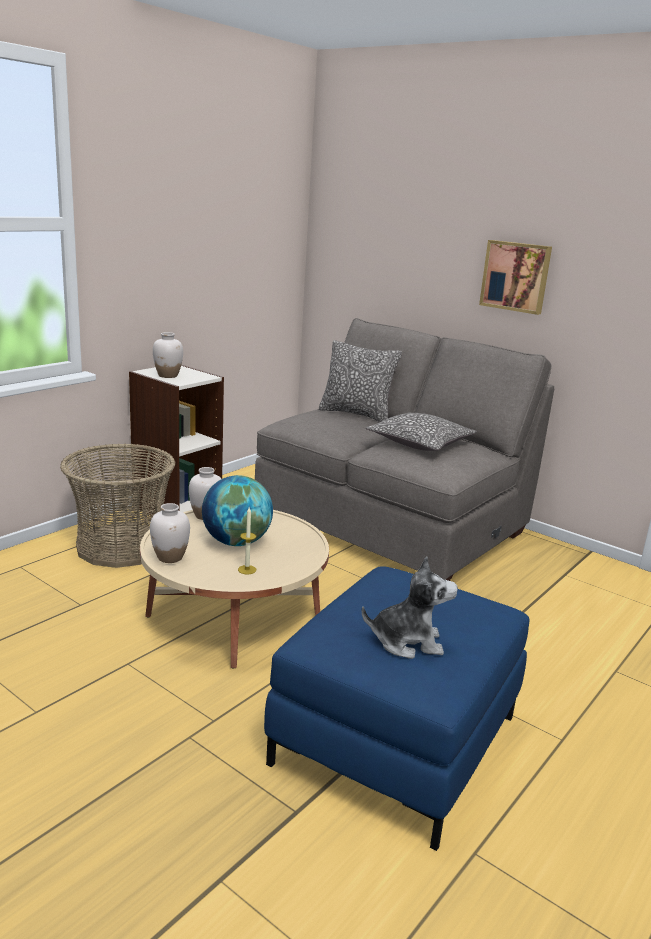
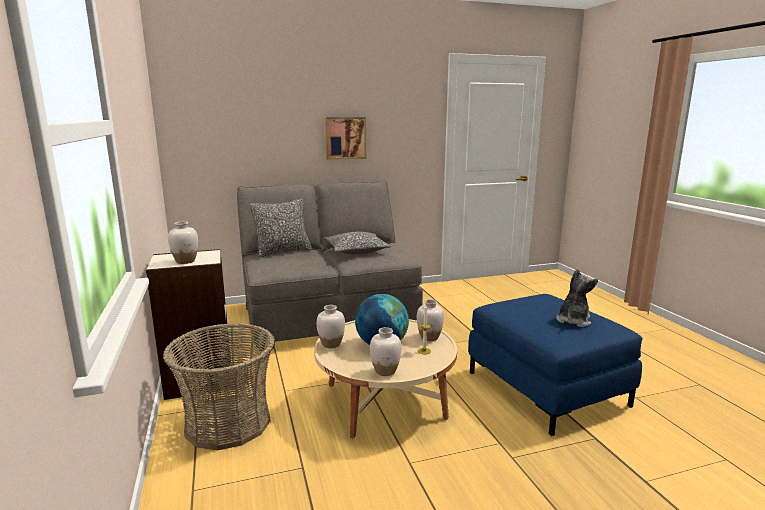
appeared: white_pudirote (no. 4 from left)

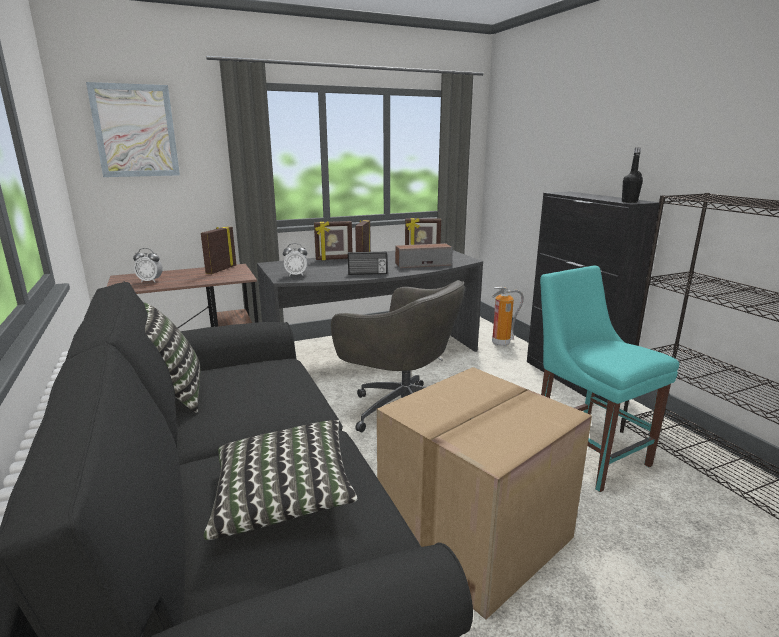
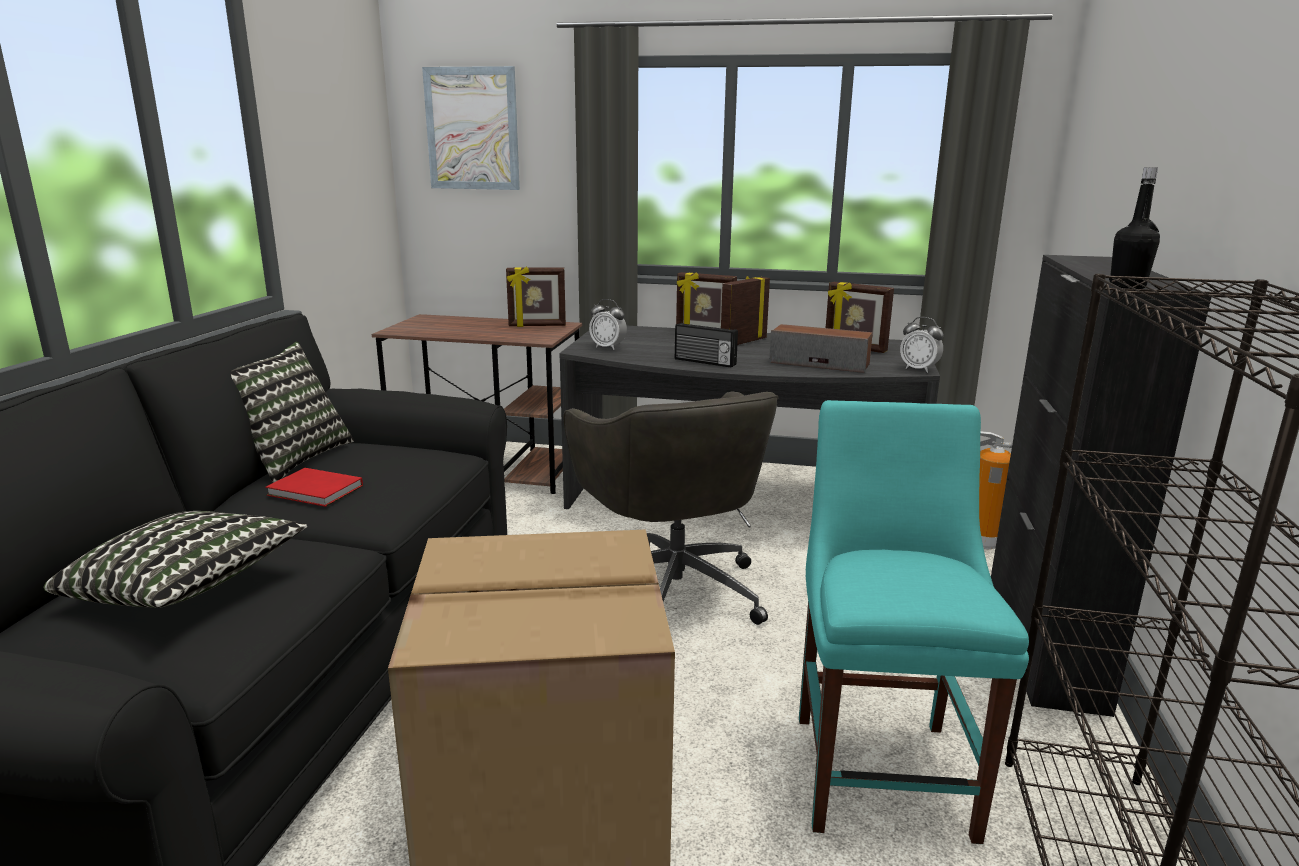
appeared: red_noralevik
relocated: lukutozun (no. 1 from left in the first image) to lukutozun (no. 2 from left)
spun: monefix (no. 1 from left) 150 degrees counterclockwise

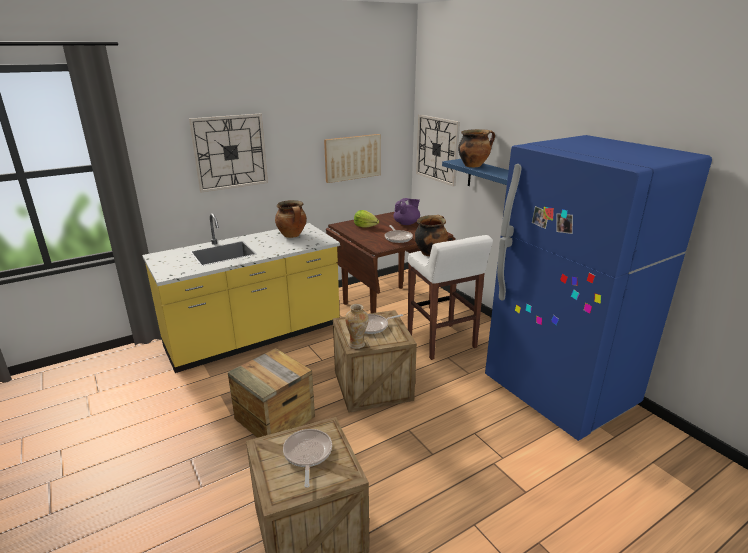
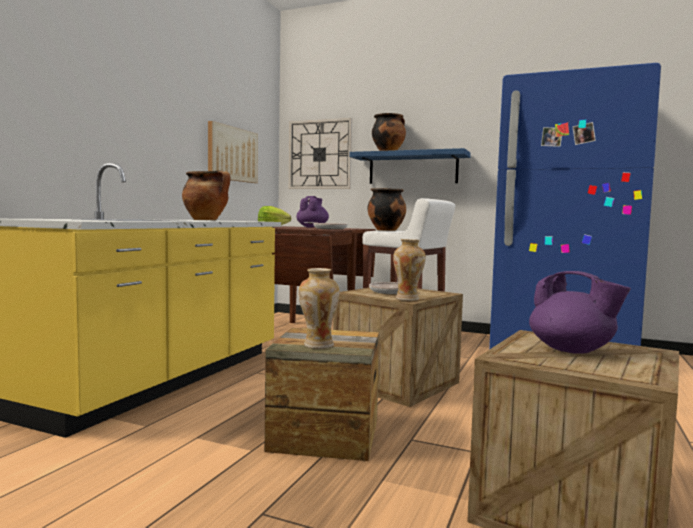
missing: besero (no. 1 from left)
appeared: pudirote (no. 1 from left)
exchanged: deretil (no. 1 from left) to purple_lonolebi (no. 2 from left)

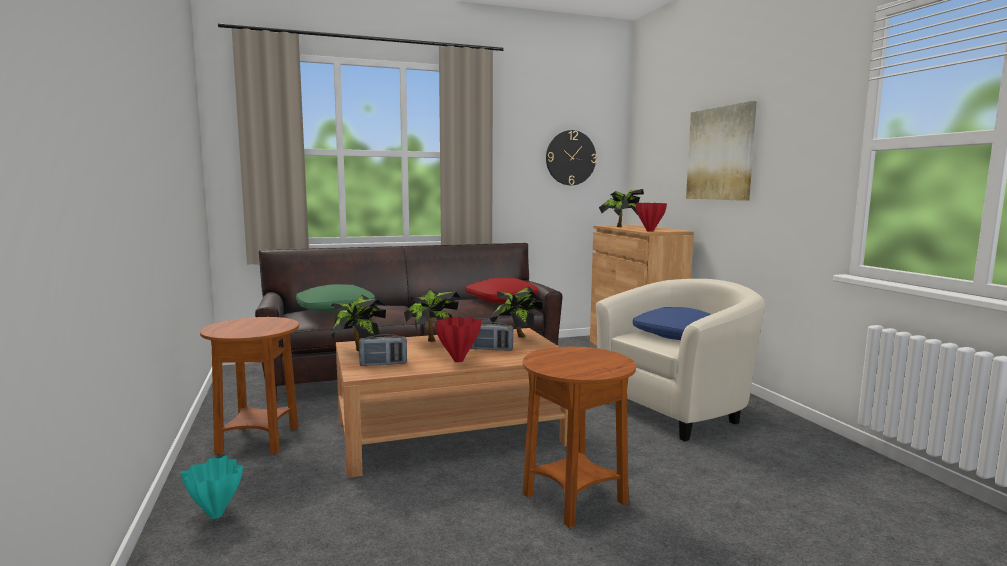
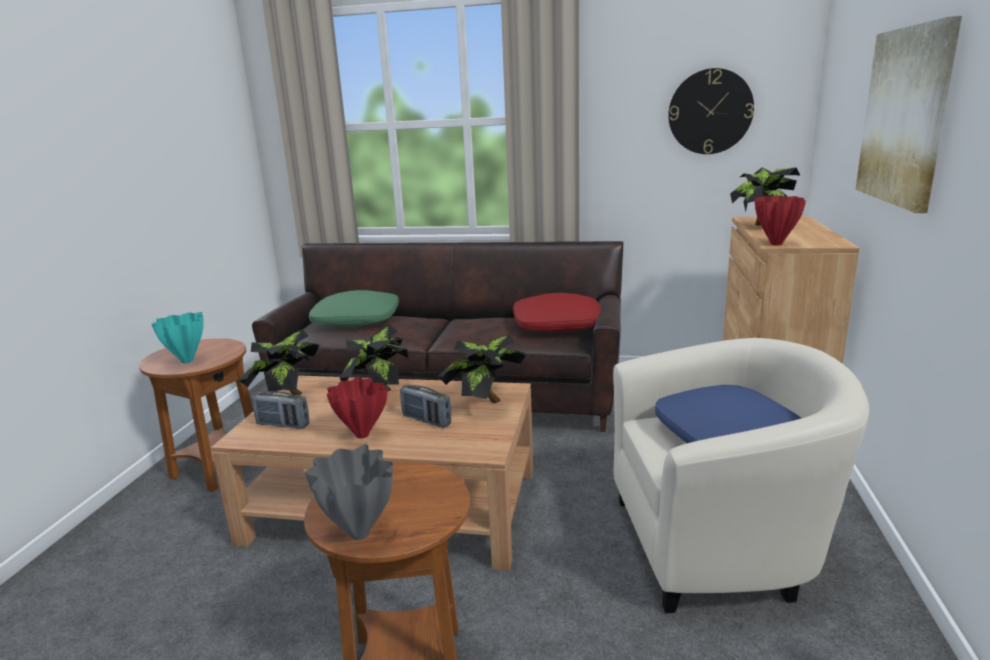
appeared: grey_pudirote
relocated: turquoise_pudirote

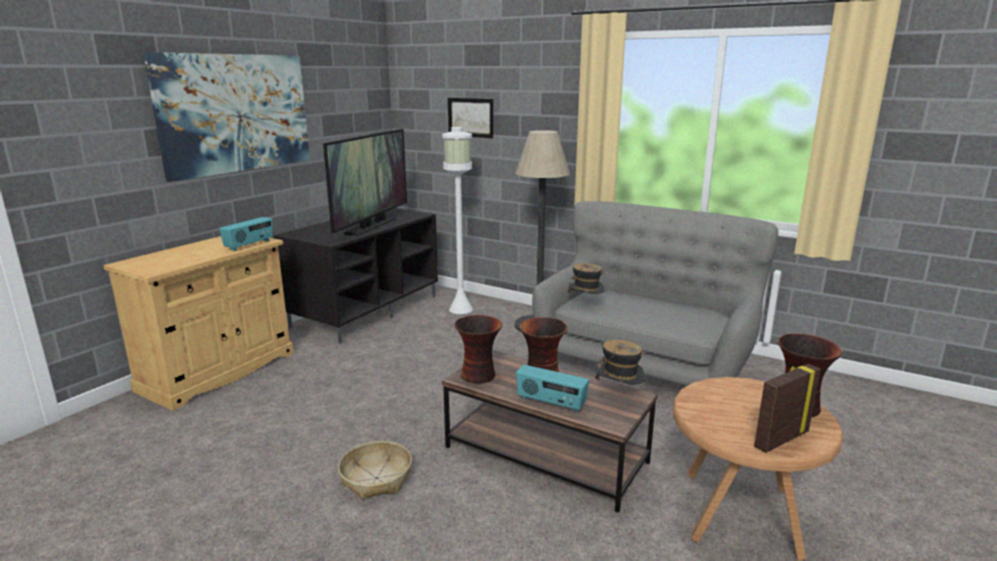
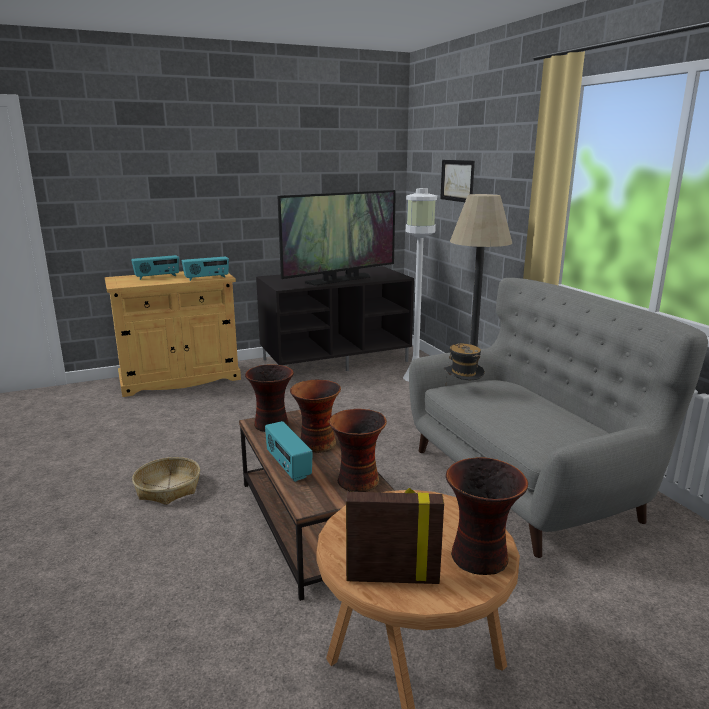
missing: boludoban (no. 1 from left)
appeared: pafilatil (no. 1 from left)
exchanged: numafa (no. 2 from left) to pudirote (no. 3 from left)

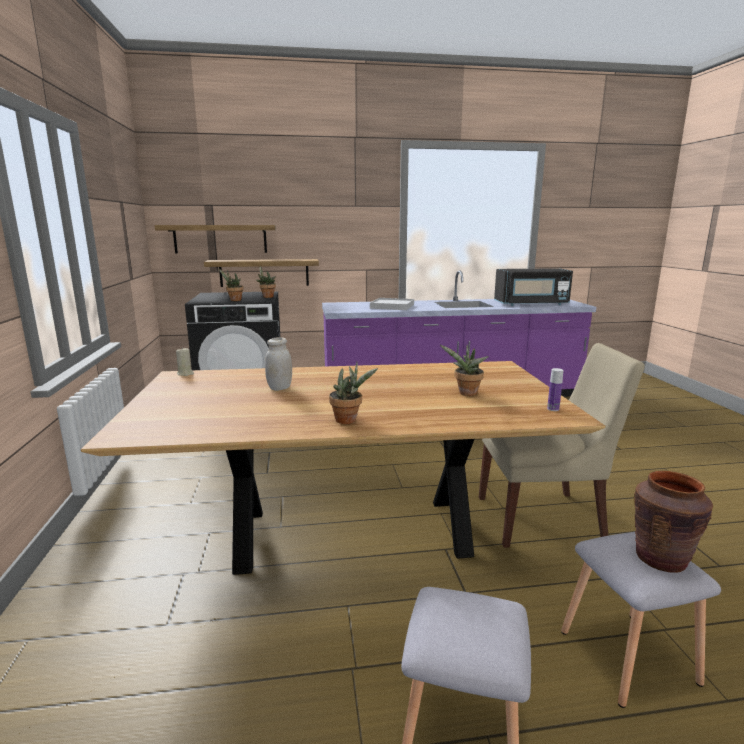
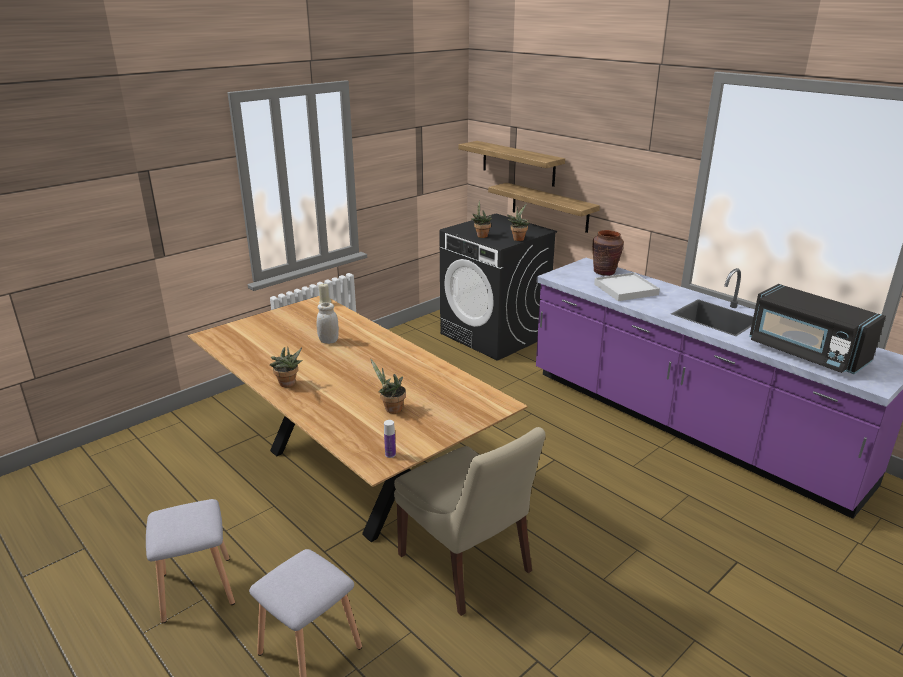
relocated: brown_pudirote

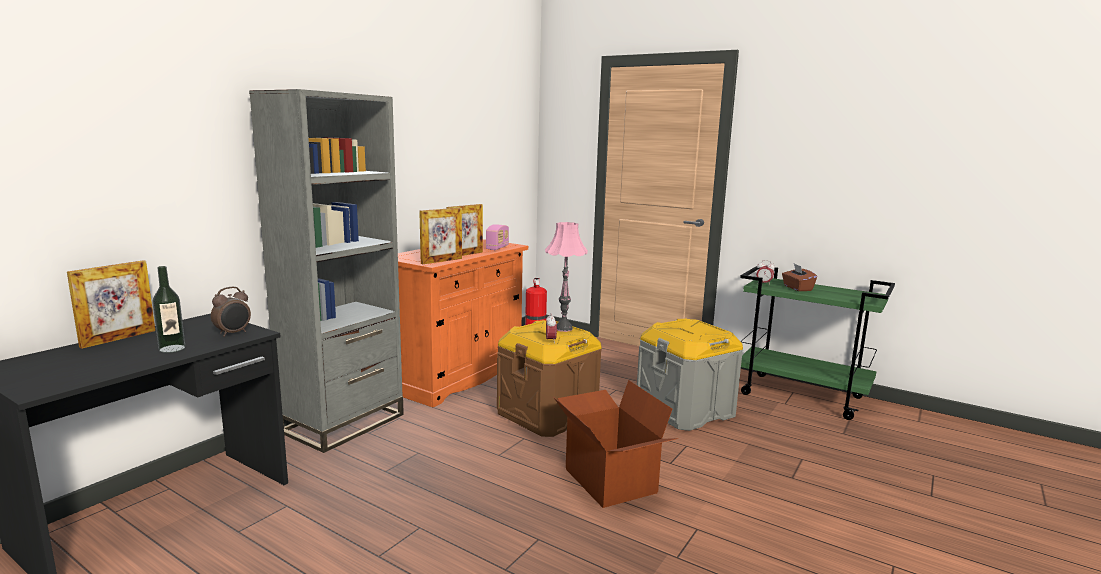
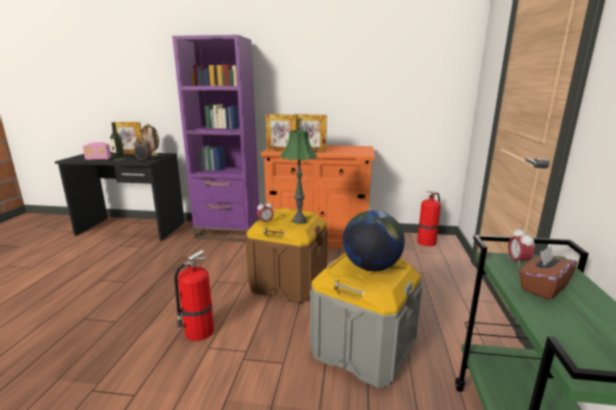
appeared: monefix (no. 2 from left); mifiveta
relocated: pafilatil
exchanged: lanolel to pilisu (no. 1 from left)
colour: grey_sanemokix to purple_sanemokix; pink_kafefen to green_kafefen

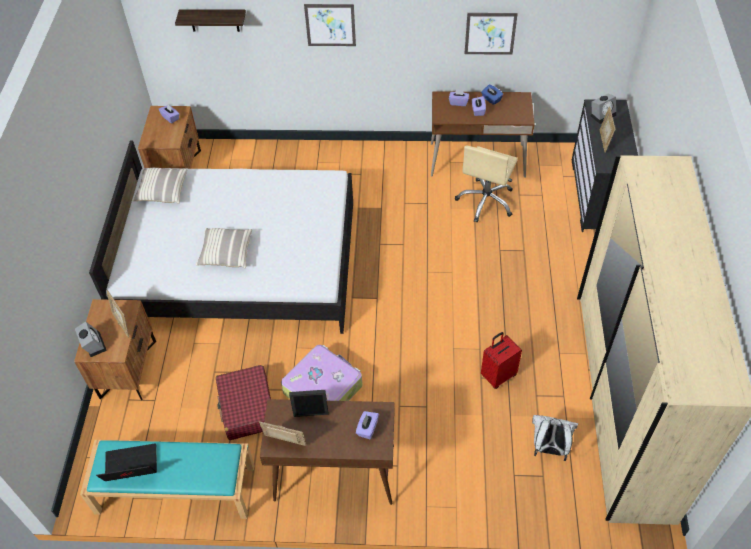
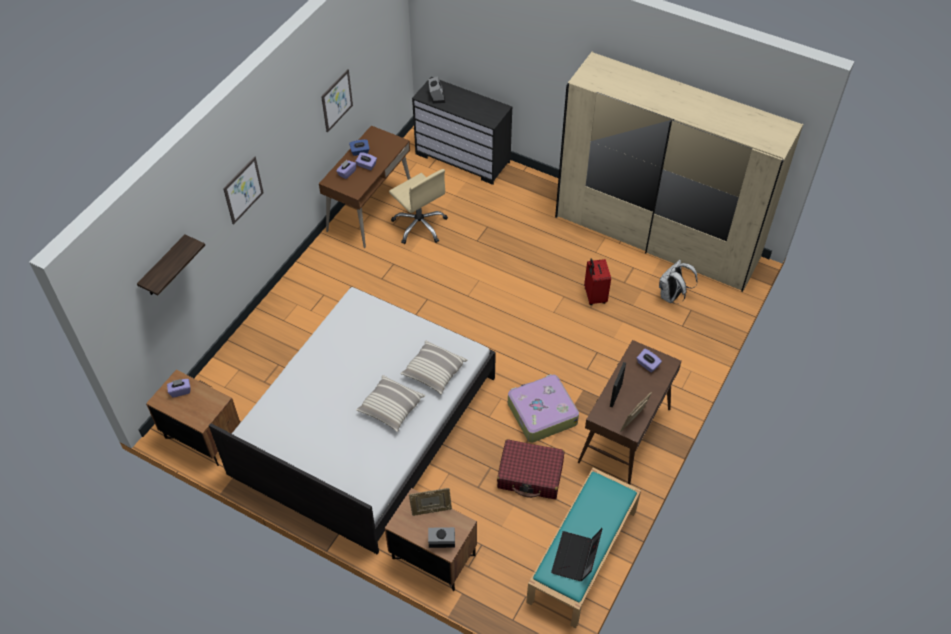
missing: monefix (no. 4 from left)
relocated: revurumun (no. 1 from left in the first image) to revurumun (no. 2 from left)

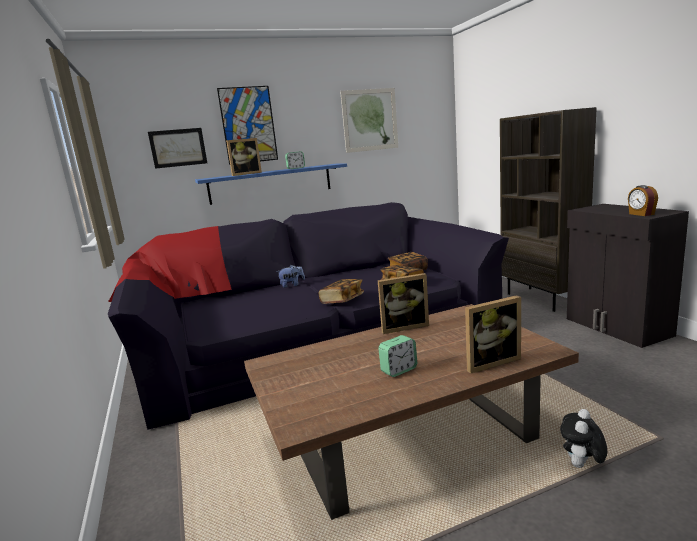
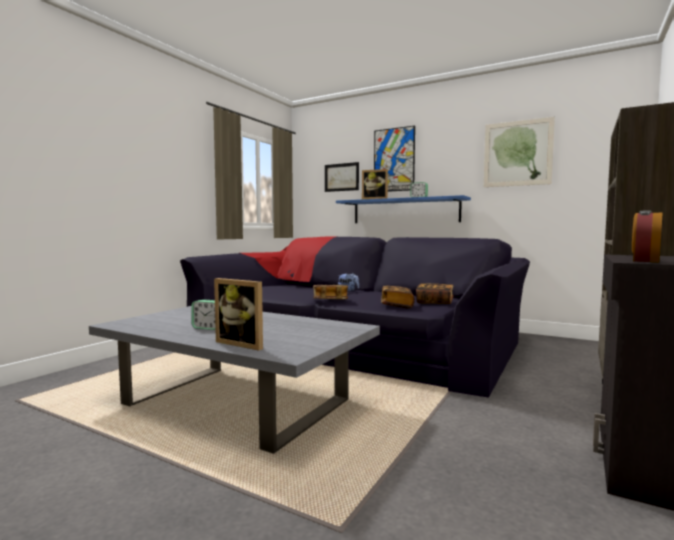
missing: monefix (no. 2 from left); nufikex (no. 2 from left)
colour: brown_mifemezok to grey_mifemezok

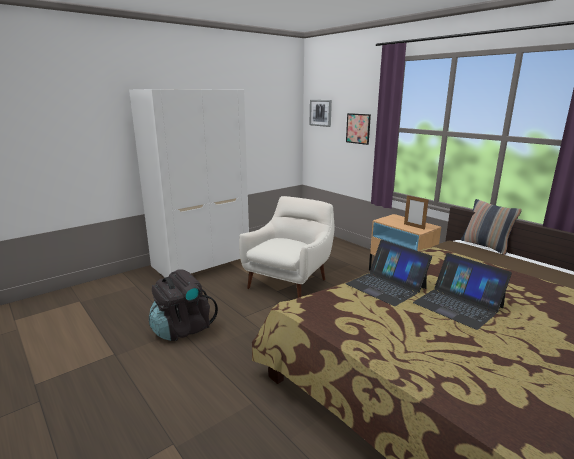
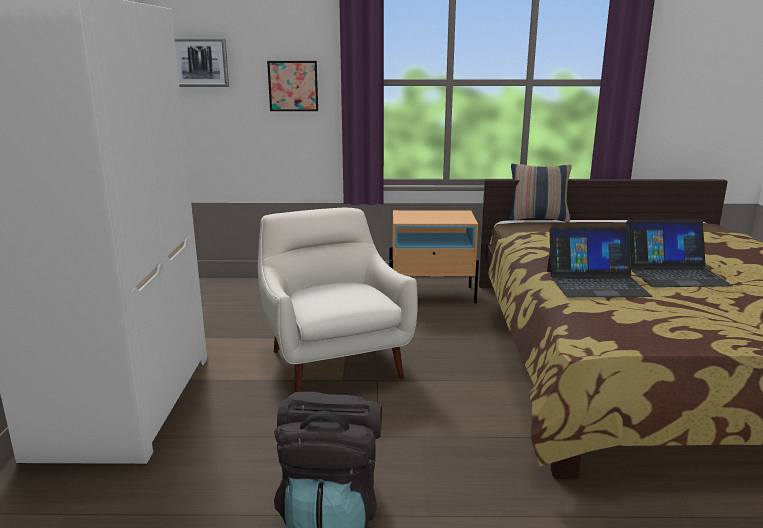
missing: monefix

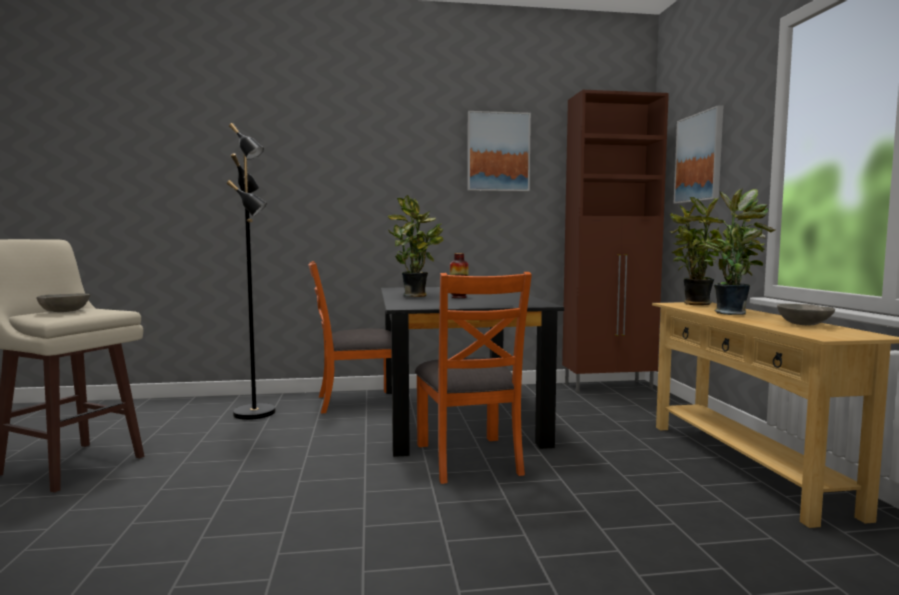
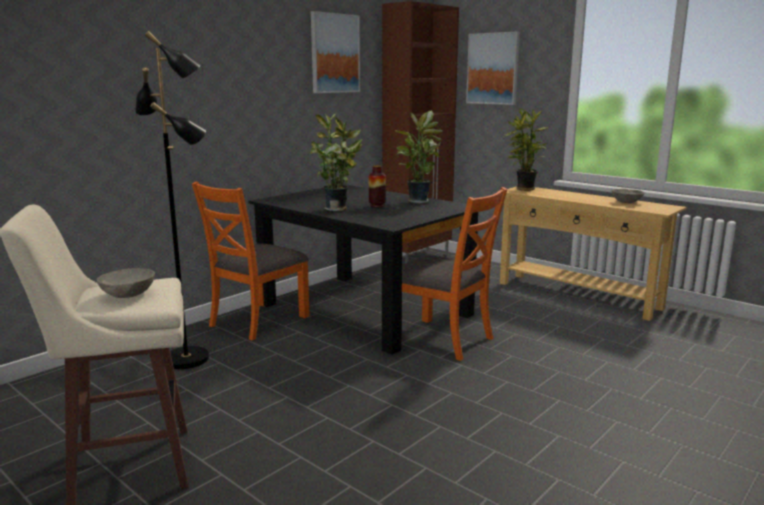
relocated: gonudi (no. 3 from left in the first image) to gonudi (no. 2 from left)

